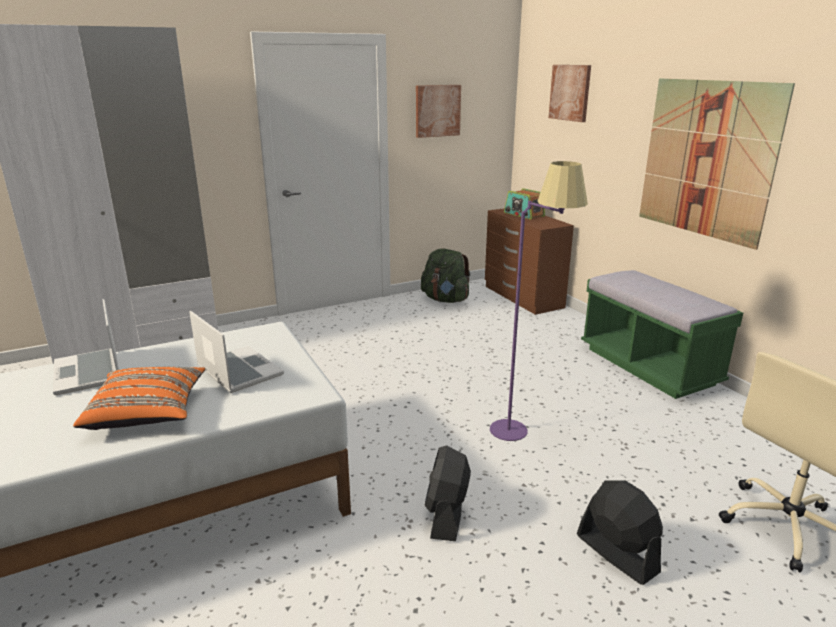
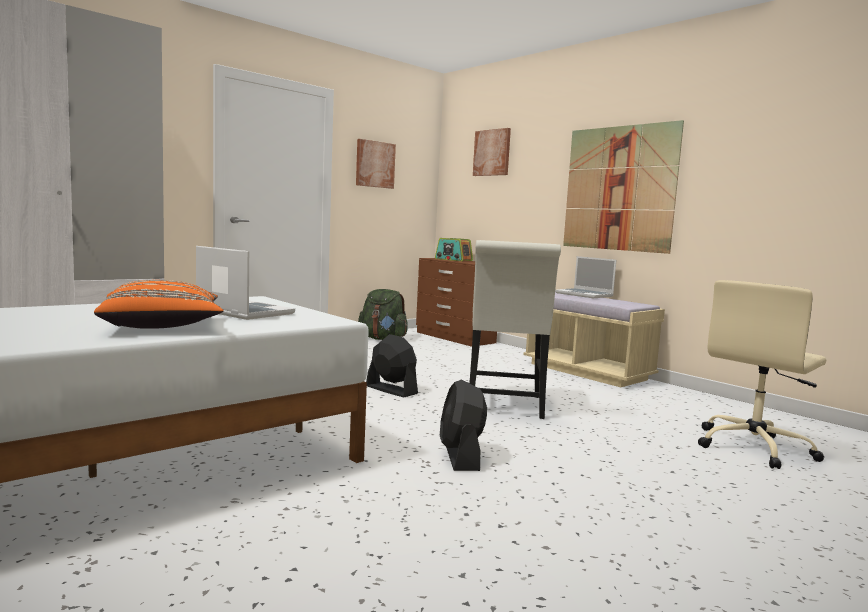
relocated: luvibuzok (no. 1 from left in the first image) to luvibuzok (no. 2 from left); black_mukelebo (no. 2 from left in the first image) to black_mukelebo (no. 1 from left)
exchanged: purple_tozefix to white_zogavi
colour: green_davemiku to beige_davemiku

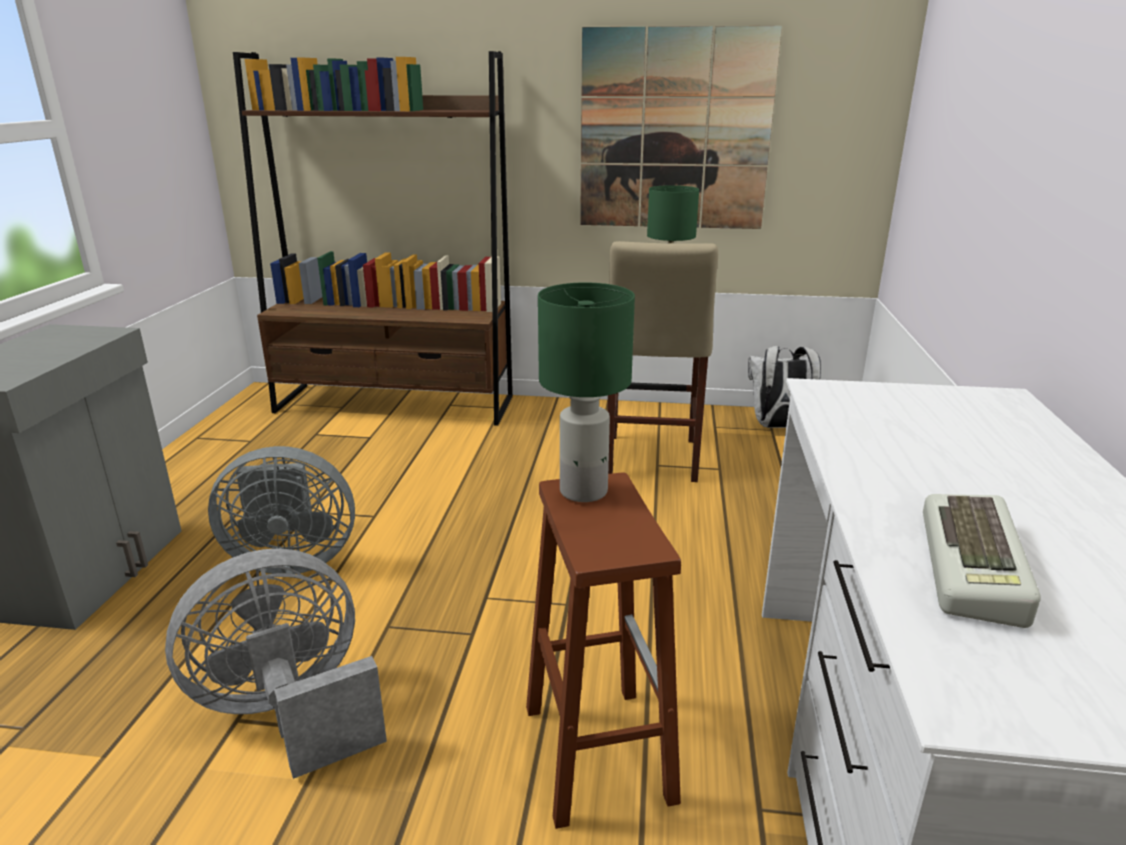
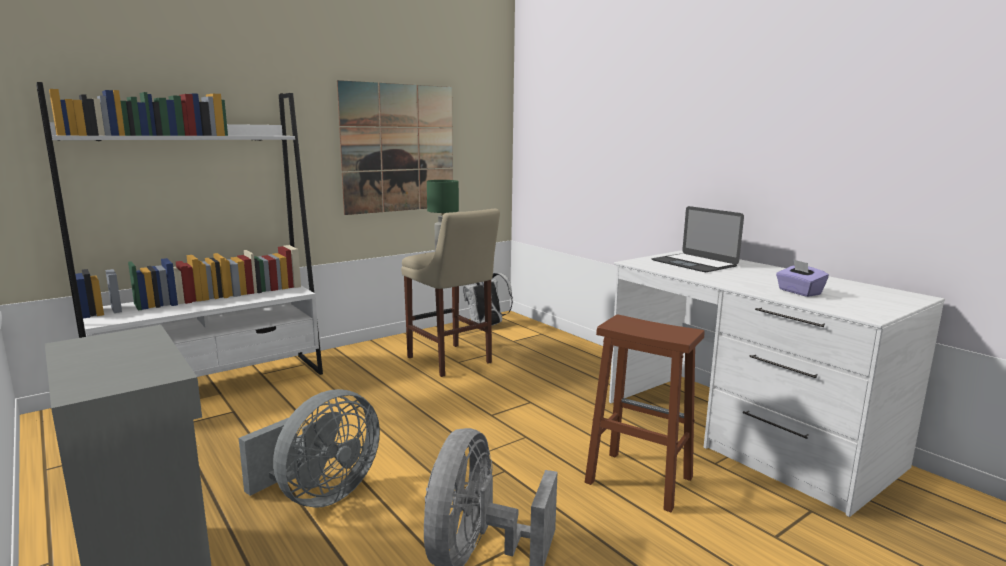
missing: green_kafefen (no. 1 from left)
appeared: luvibuzok
exchanged: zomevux to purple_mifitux
colour: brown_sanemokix to white_sanemokix

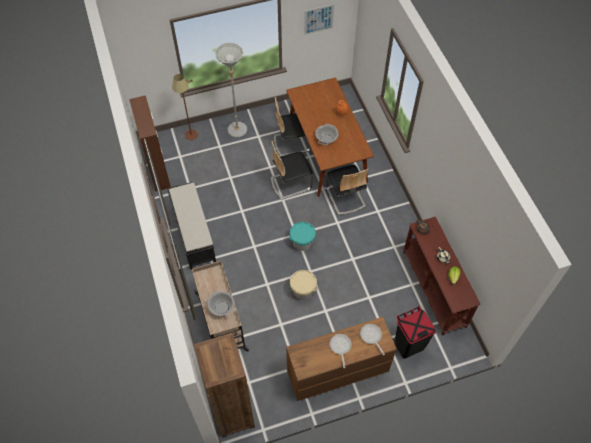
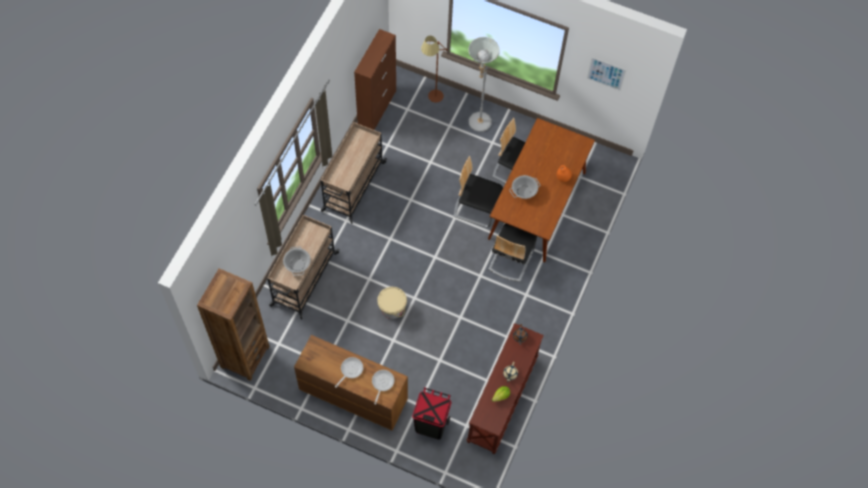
missing: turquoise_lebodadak
exchanged: black_davemiku to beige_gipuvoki (no. 2 from left)

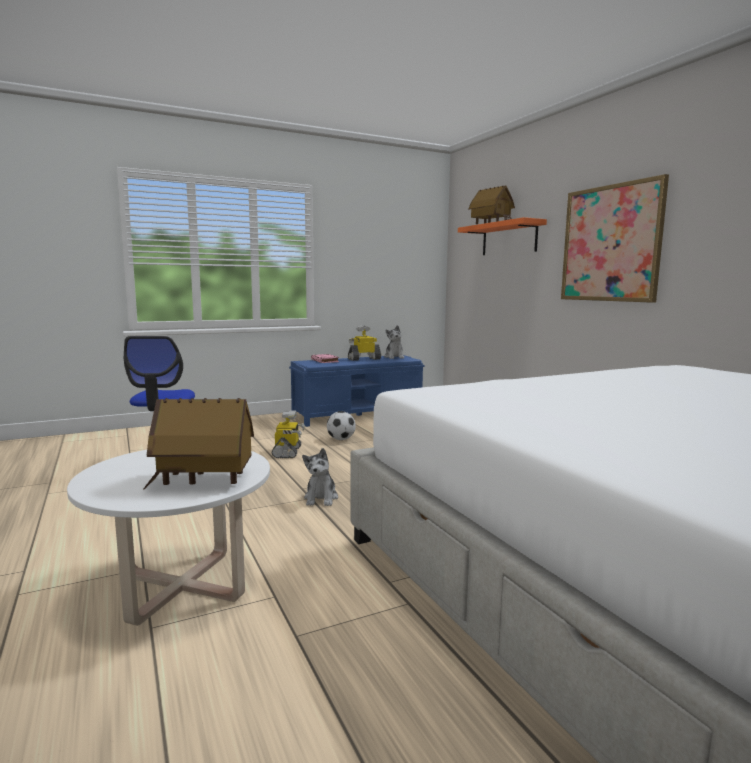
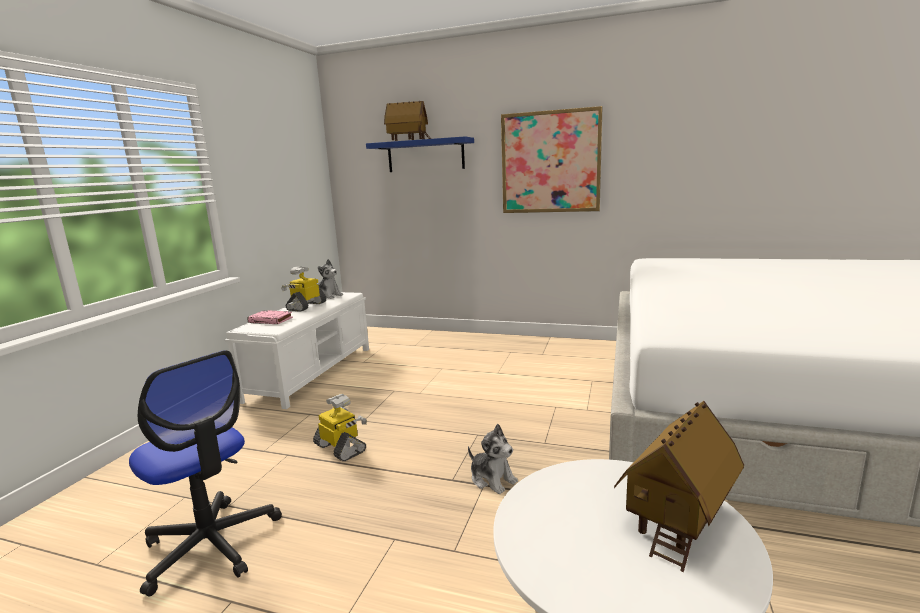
missing: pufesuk
colour: blue_davemiku to white_davemiku; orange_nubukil to blue_nubukil

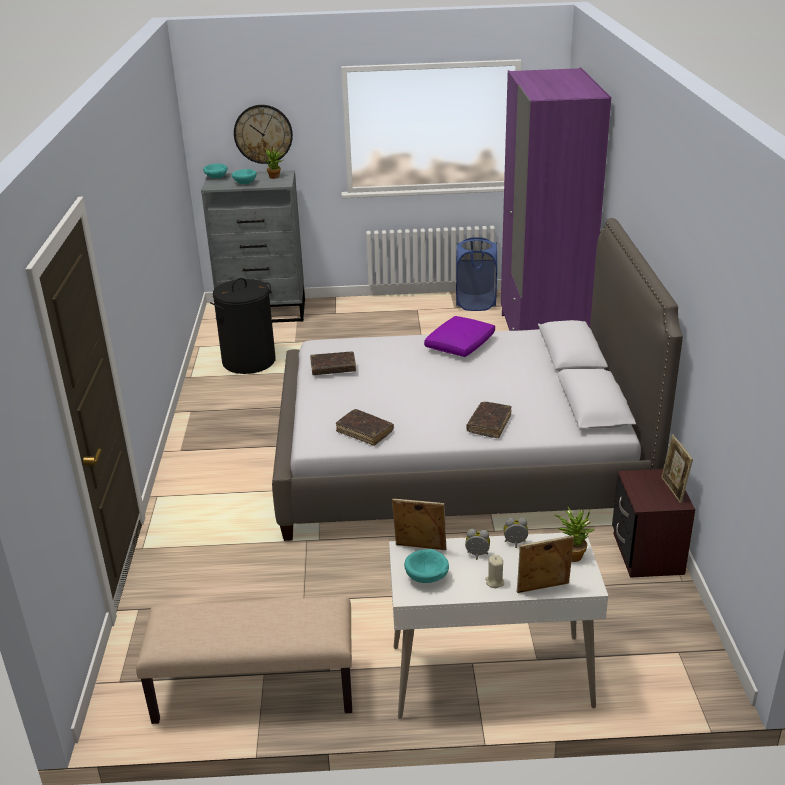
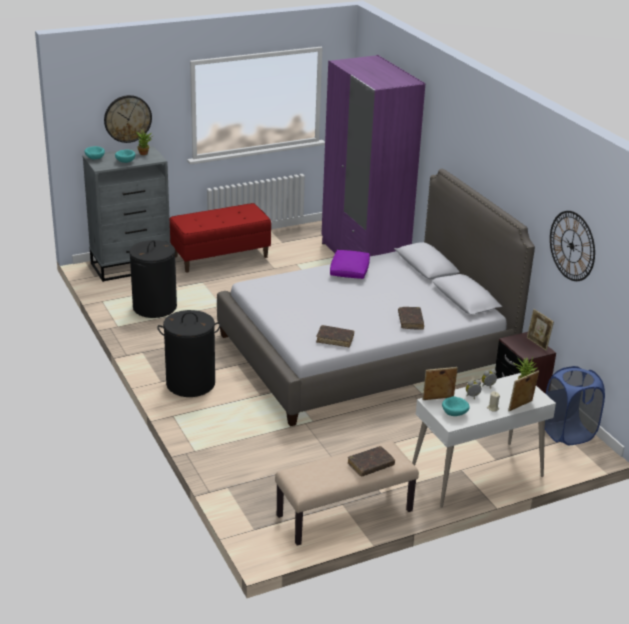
appeared: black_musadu (no. 2 from left); red_davemiku; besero (no. 2 from left)
relocated: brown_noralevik (no. 1 from left in the first image) to brown_noralevik (no. 2 from left); blue_musadu

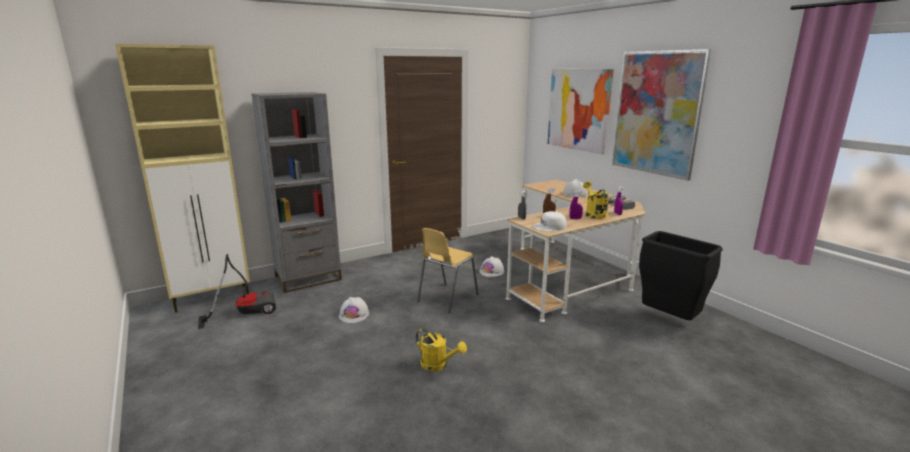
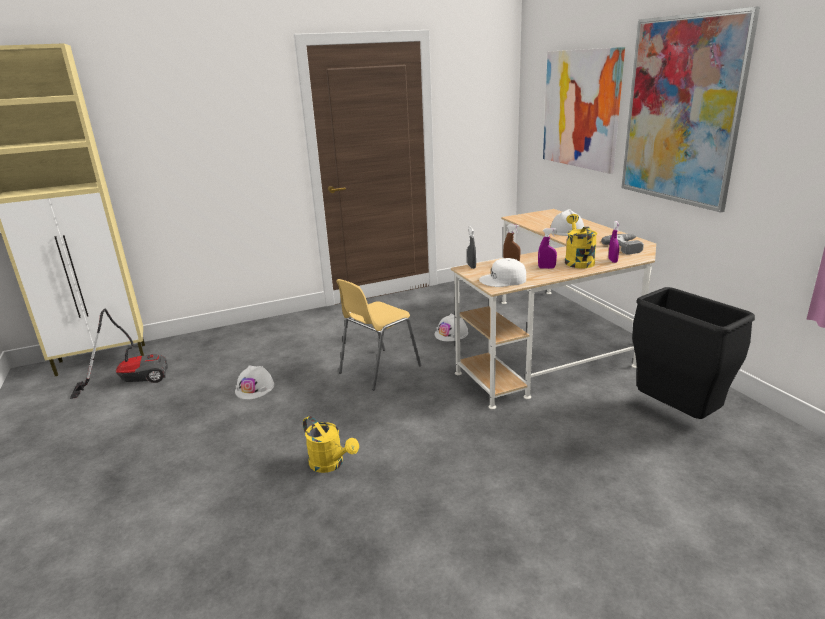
missing: grey_sanemokix

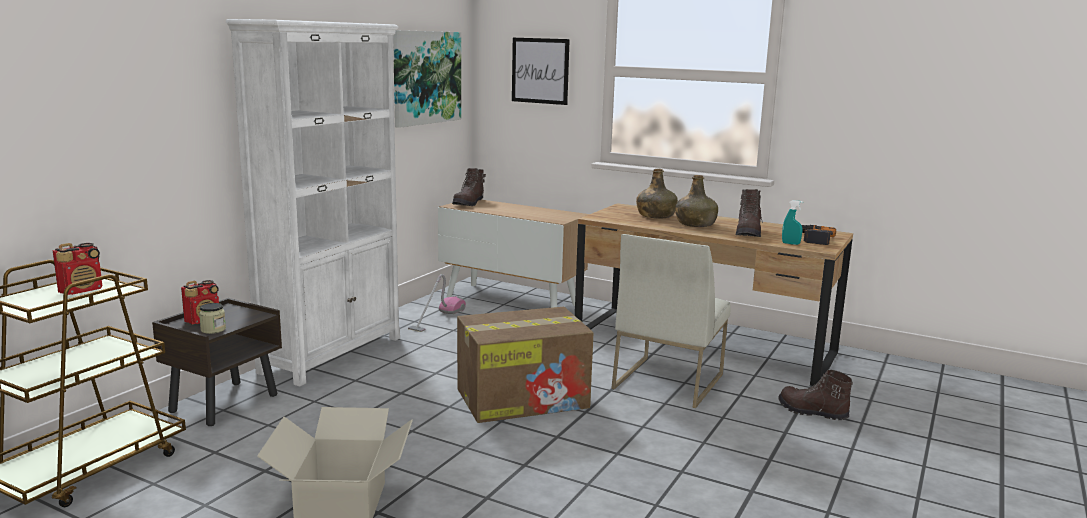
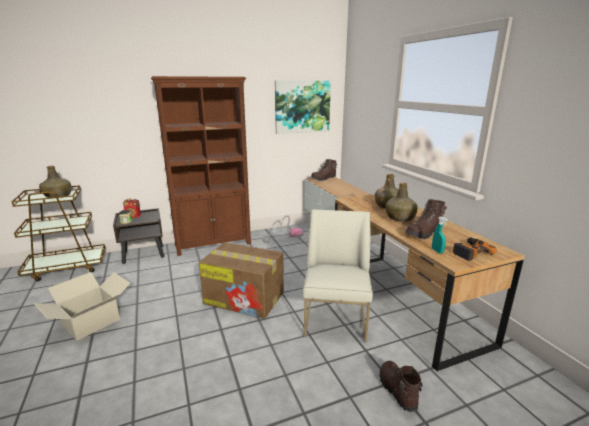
missing: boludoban (no. 2 from left)
exchanged: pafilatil (no. 1 from left) to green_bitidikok (no. 1 from left)
colour: white_sanemokix to brown_sanemokix
spun: white_zogavi 120 degrees clockwise

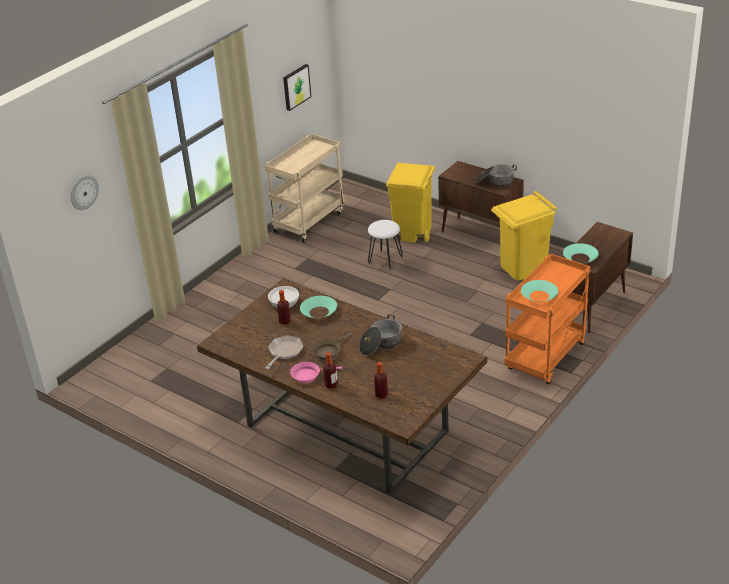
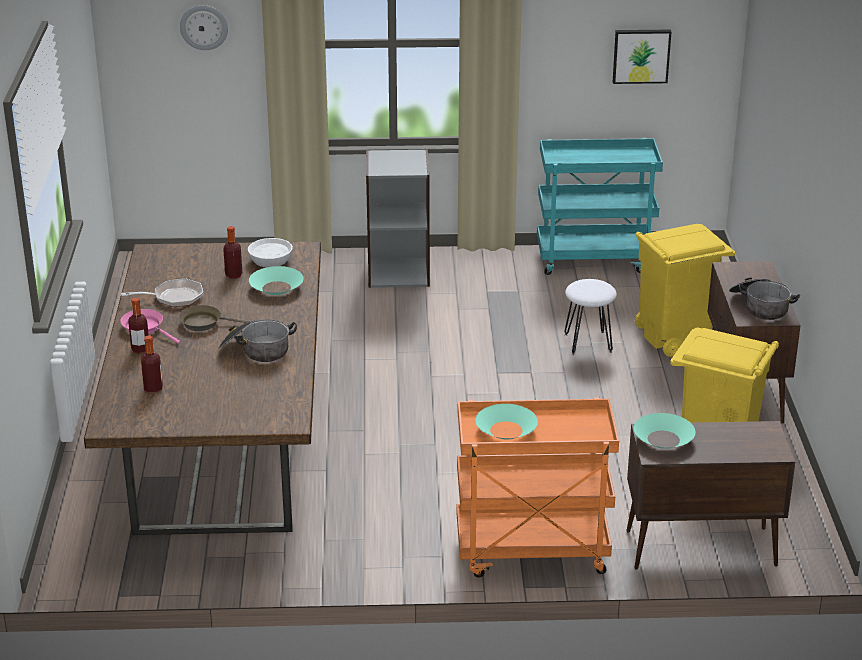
appeared: grey_sanemokix
colour: beige_gipuvoki to turquoise_gipuvoki

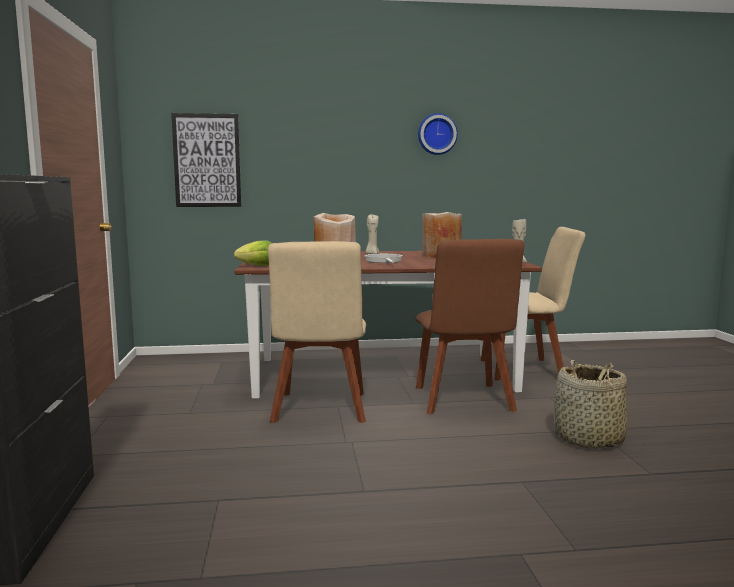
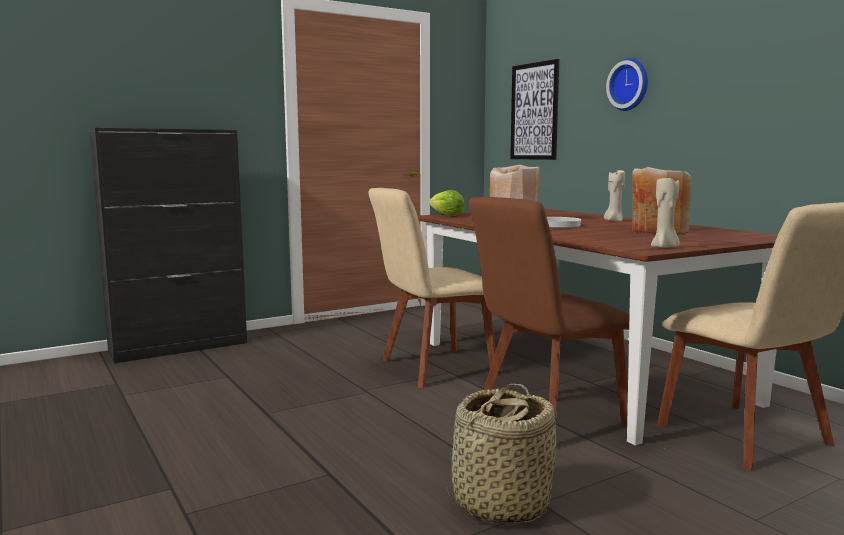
relocated: besero

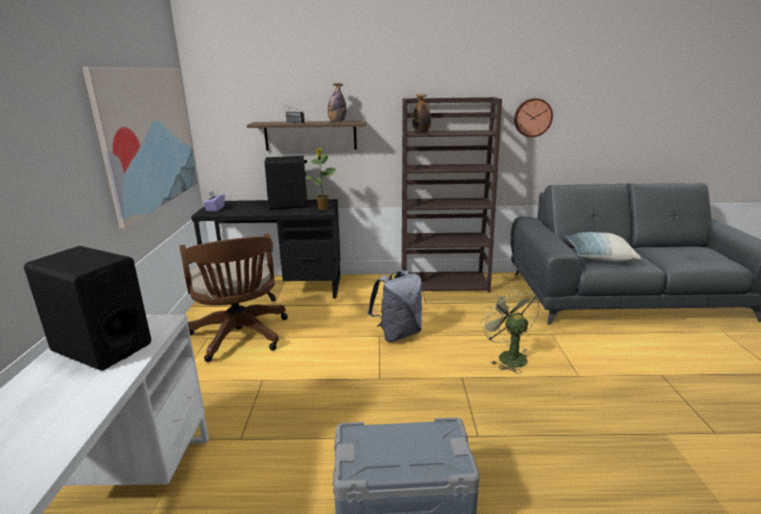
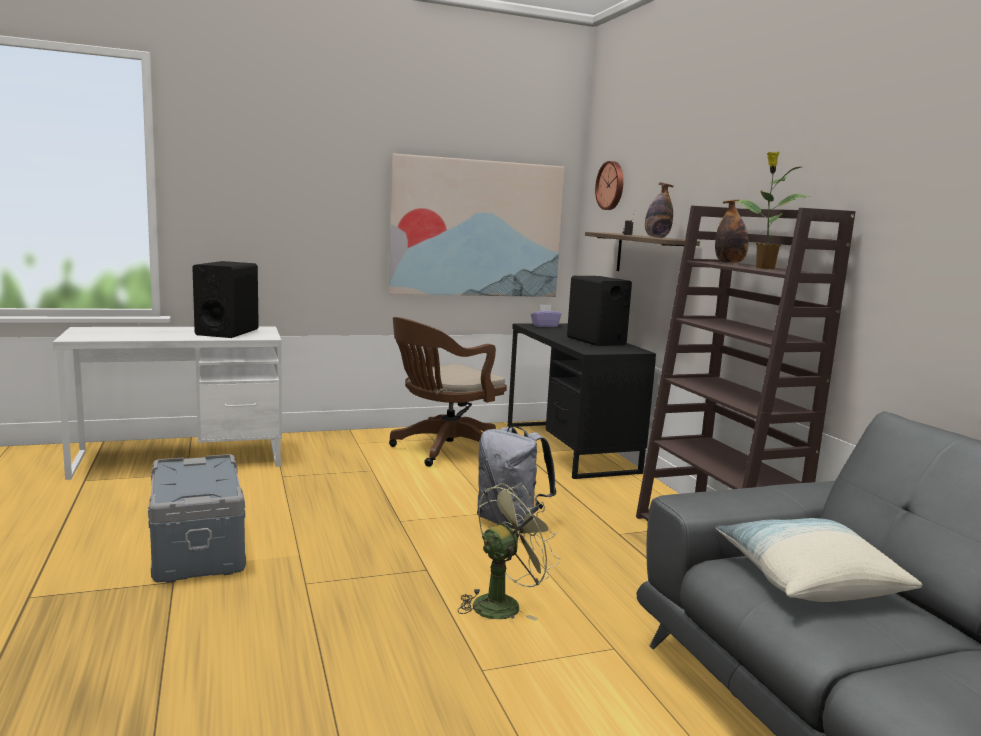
relocated: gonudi; besero

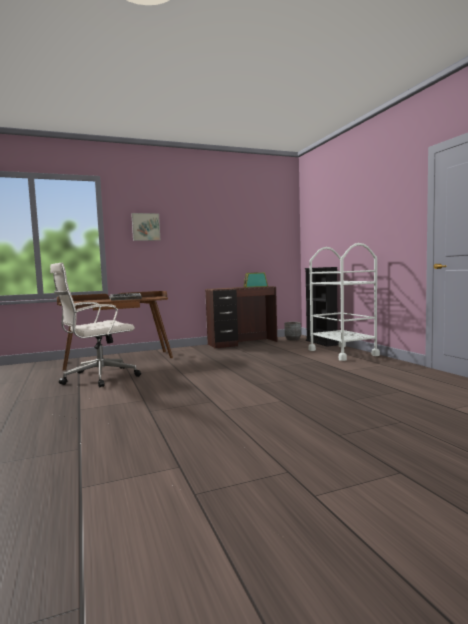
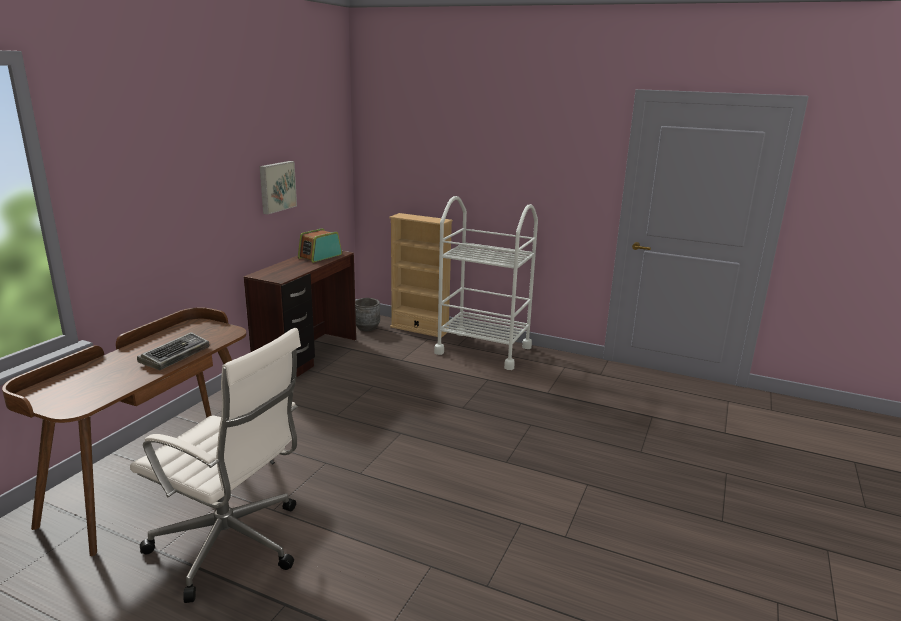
relocated: boludoban
colour: black_sanemokix to beige_sanemokix
spun: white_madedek 75 degrees counterclockwise

